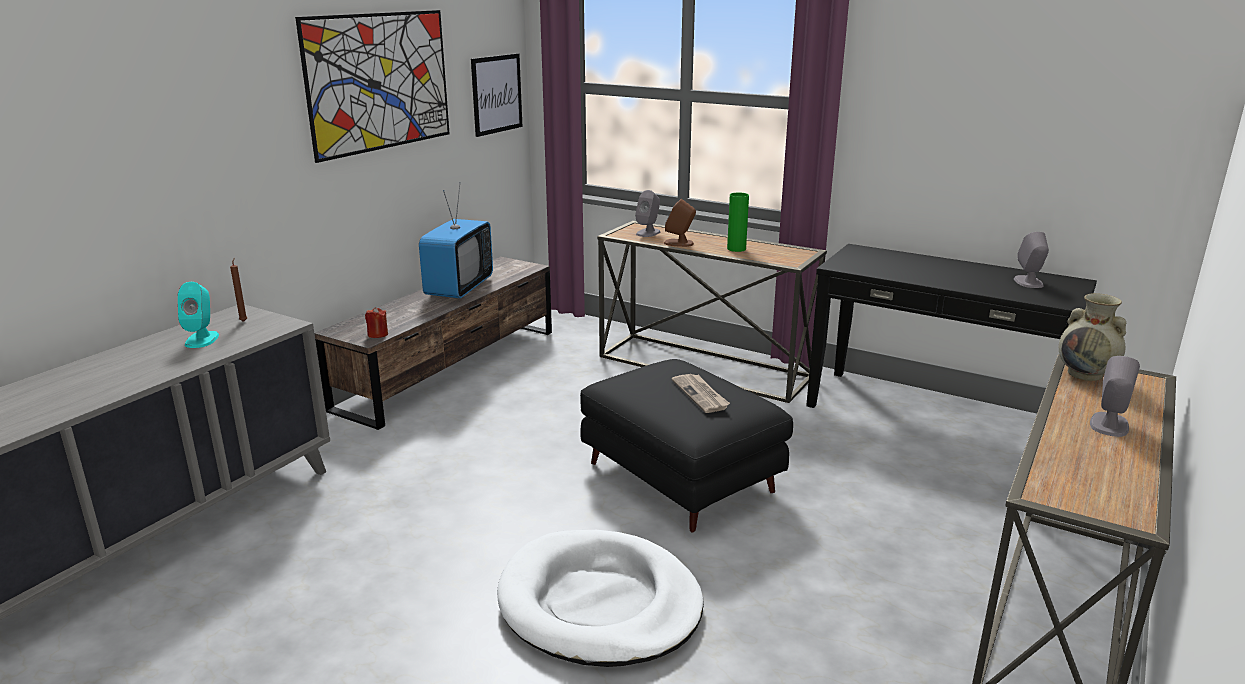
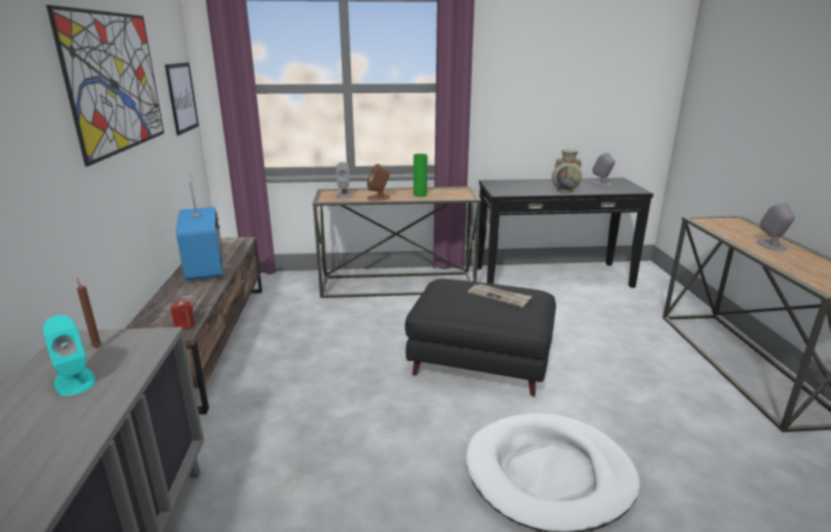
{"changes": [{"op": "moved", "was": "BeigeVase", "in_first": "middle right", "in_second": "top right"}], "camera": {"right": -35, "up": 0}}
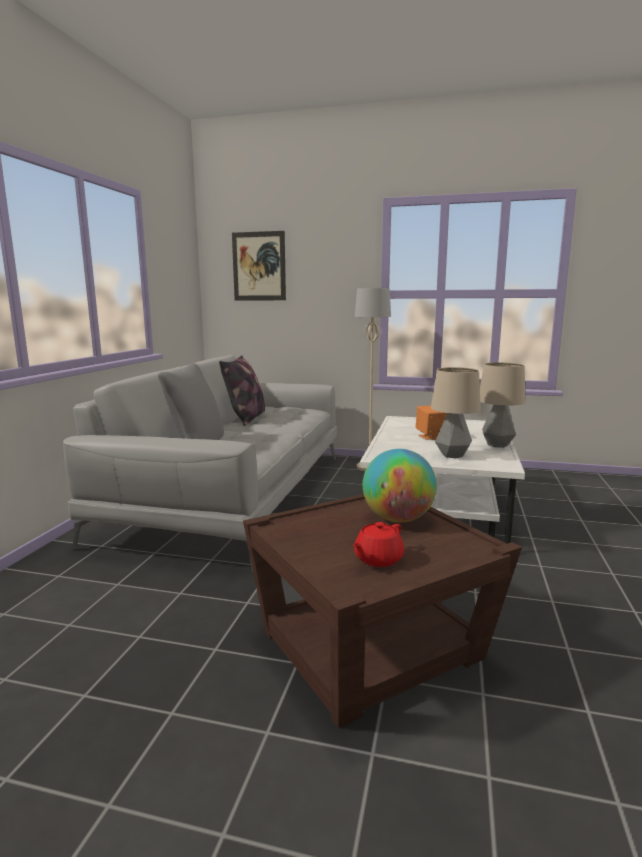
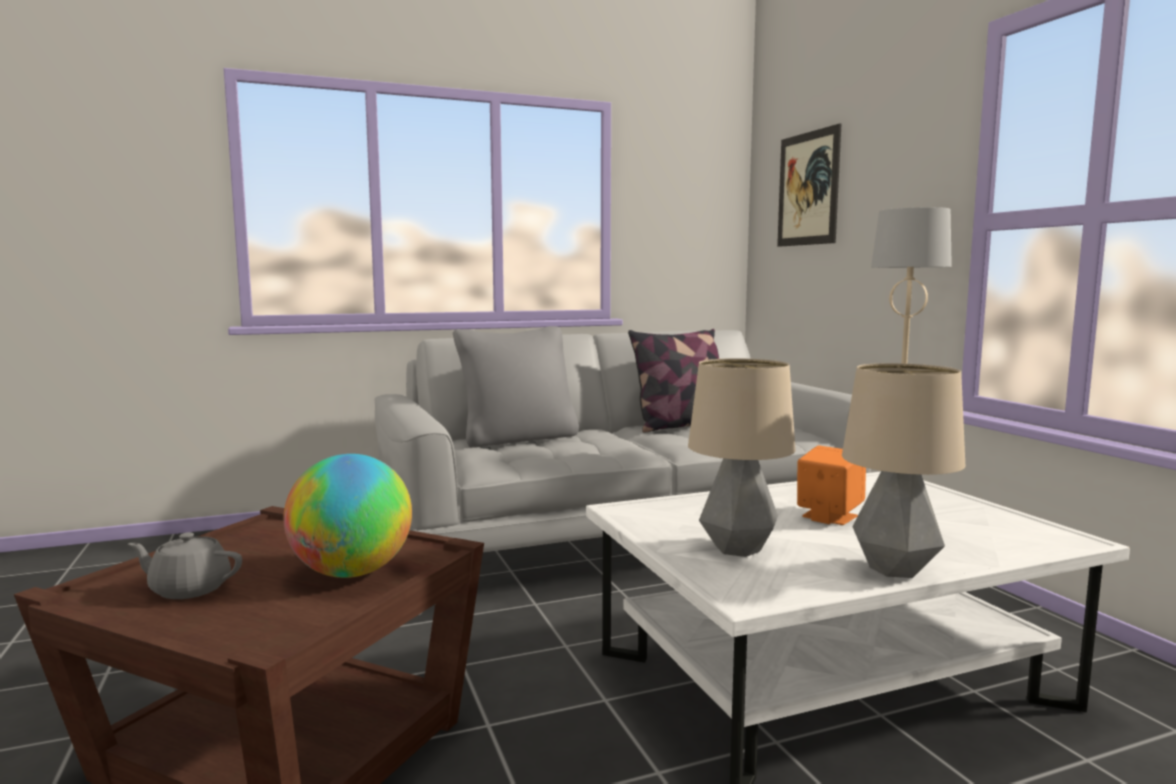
{"changes": [{"op": "recoloured", "was": "RedTeapot", "now": "GreyTeapot", "in_first": "centre", "in_second": "bottom left"}], "camera": {"right": 55, "up": -5}}
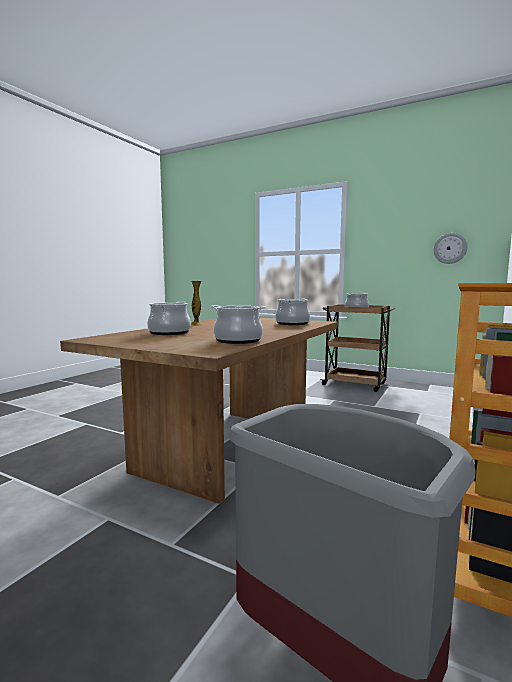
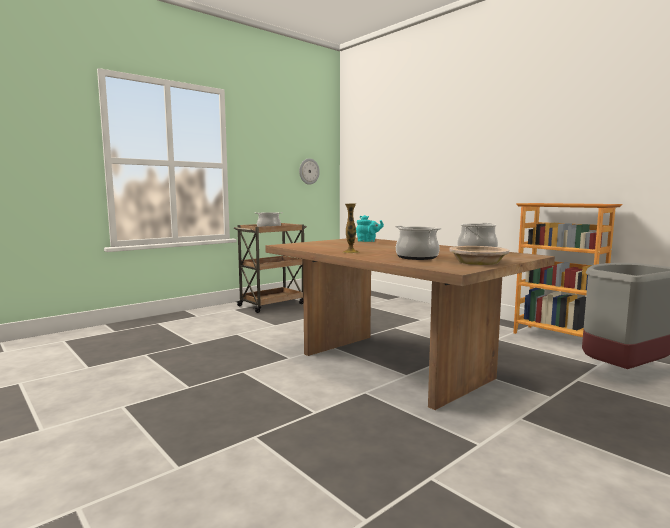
{"changes": [{"op": "replaced", "was": "CookingPot (3rd from left)", "now": "TurquoiseTeapot", "in_first": "centre", "in_second": "centre"}, {"op": "added", "now": "BeigeBowl", "in_second": "middle right"}], "camera": {"right": -70, "up": 0}}
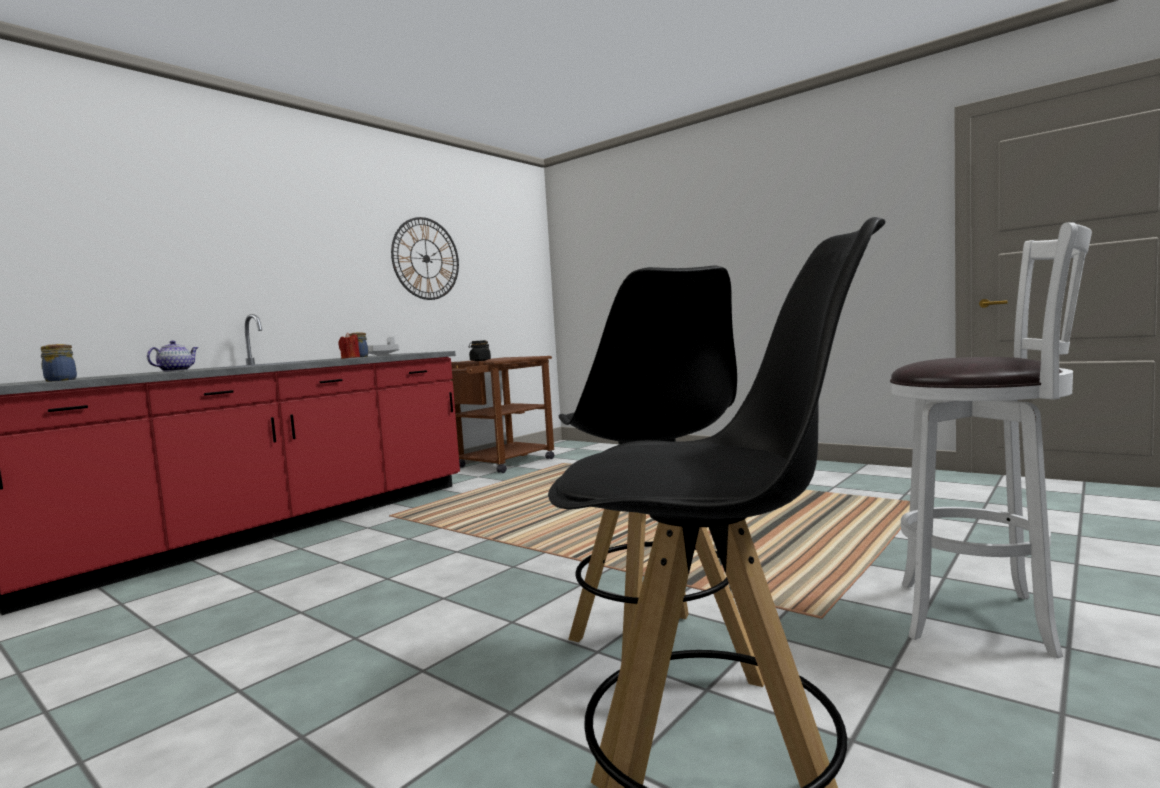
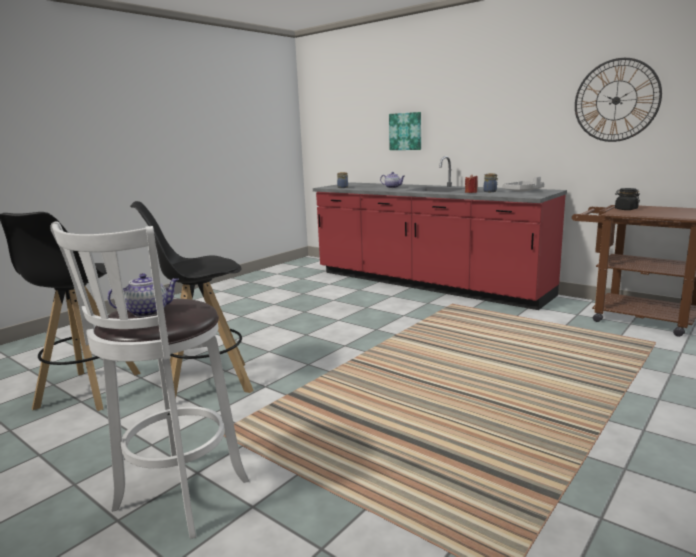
{"changes": [{"op": "added", "now": "Teapot (1st from left)", "in_second": "middle left"}, {"op": "added", "now": "Picture", "in_second": "top centre"}], "camera": {"right": 90, "up": 10}}
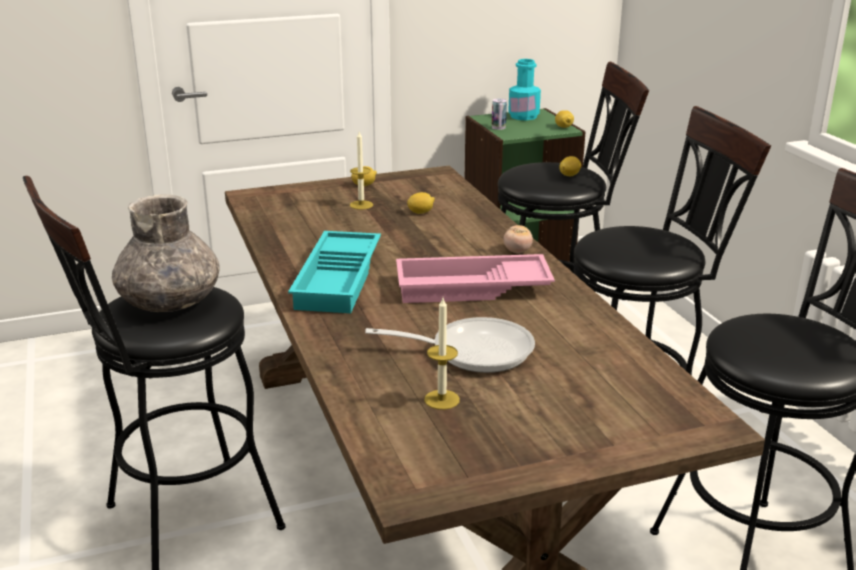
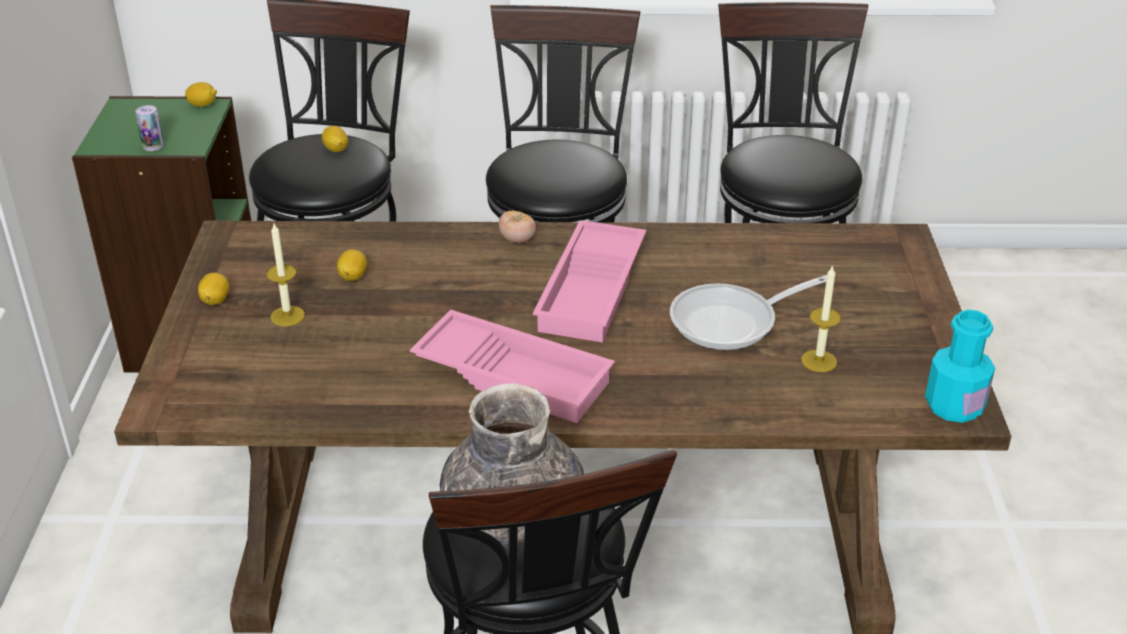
{"changes": [{"op": "recoloured", "was": "TurquoiseTray", "now": "PinkTray (1st from left)", "in_first": "centre", "in_second": "centre"}, {"op": "turned", "was": "FryingPan", "in_first": "centre", "in_second": "centre", "clockwise": -135}, {"op": "moved", "was": "TurquoiseBottle", "in_first": "top centre", "in_second": "middle right"}], "camera": {"right": -70, "up": 10}}
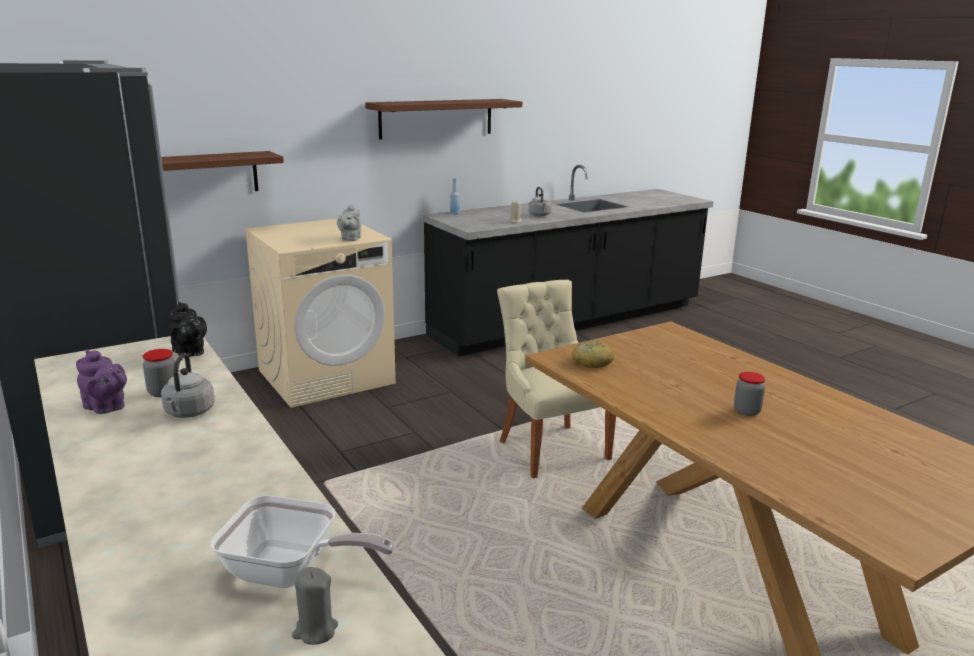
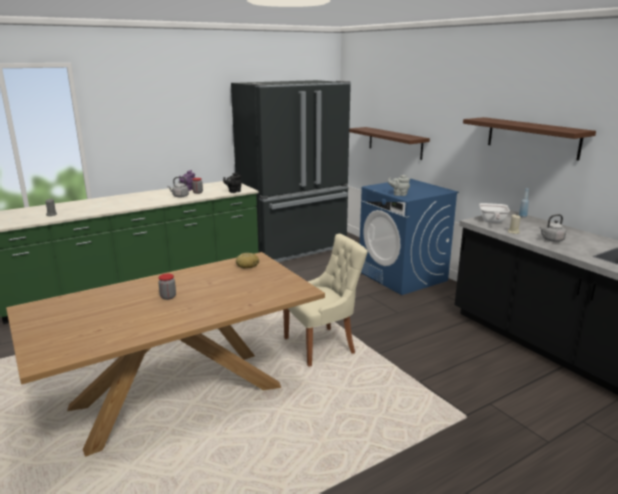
{"changes": [{"op": "moved", "was": "FryingPan", "in_first": "bottom left", "in_second": "middle right"}, {"op": "recoloured", "was": "BeigeWashingMachine", "now": "BlueWashingMachine", "in_first": "middle left", "in_second": "centre"}], "camera": {"right": 90, "up": 0}}
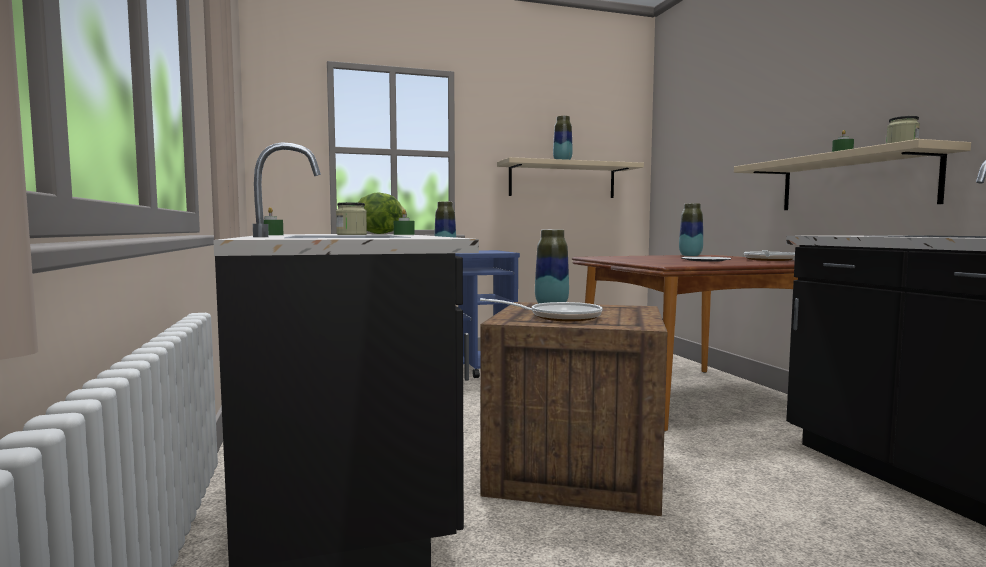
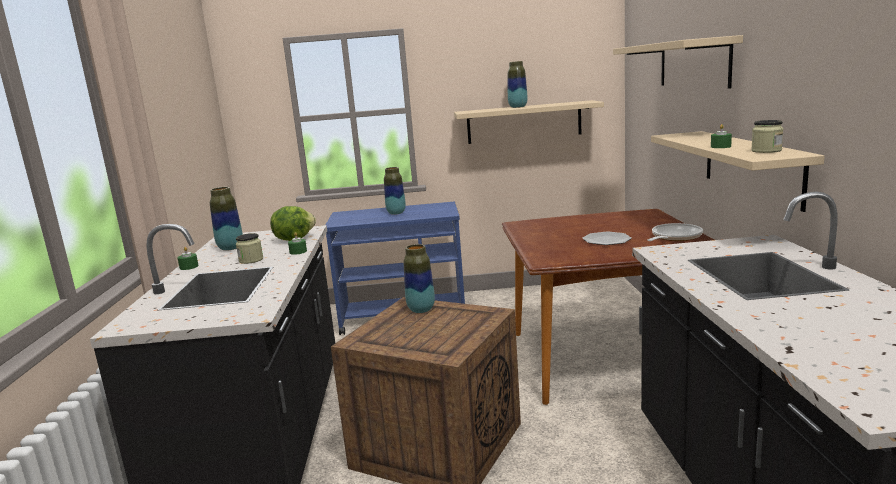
{"changes": [{"op": "removed", "was": "FryingPan (1st from left)", "in_first": "centre"}, {"op": "moved", "was": "Vase (4th from left in the first image)", "now": "Vase (1st from left)", "in_first": "middle right", "in_second": "middle left"}, {"op": "added", "now": "BeigeShelf (2nd from left)", "in_second": "top right"}], "camera": {"right": 15, "up": 10}}
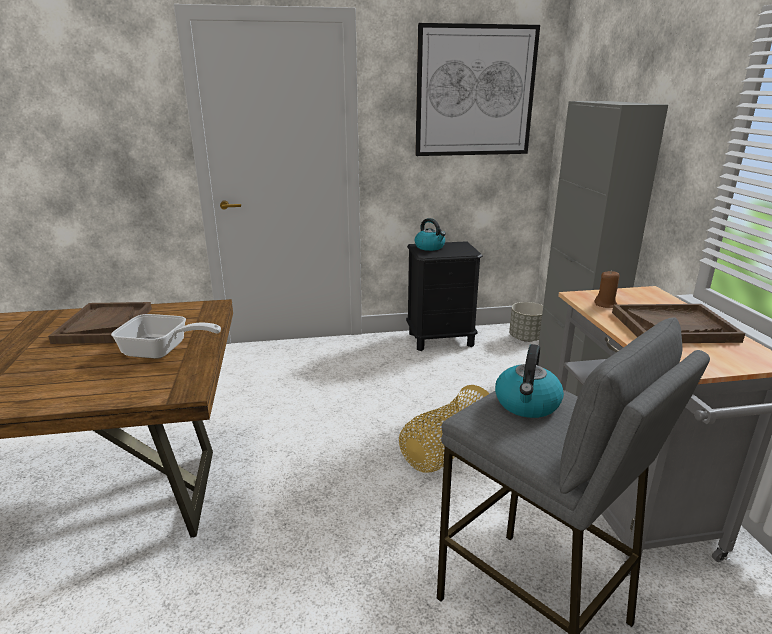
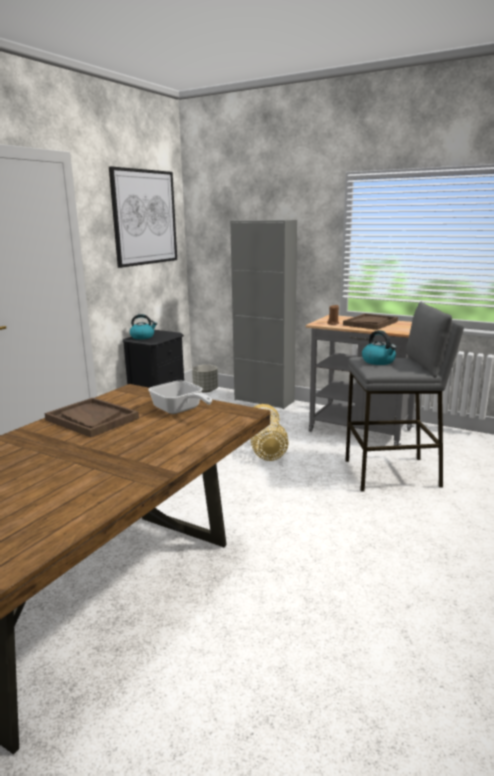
{"changes": [{"op": "turned", "was": "FryingPan", "in_first": "middle left", "in_second": "centre", "clockwise": 90}], "camera": {"right": -50, "up": -5}}
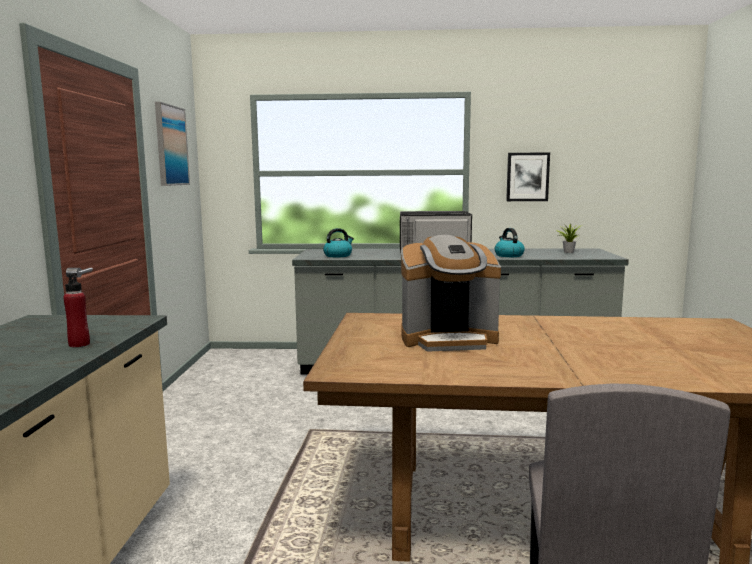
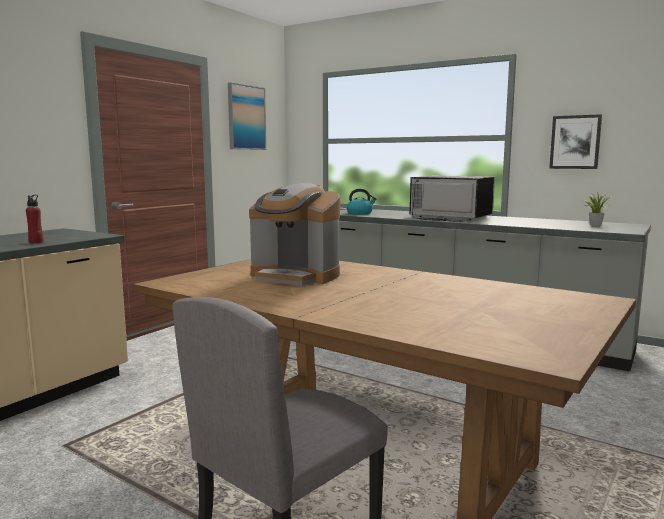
{"changes": [{"op": "removed", "was": "Kettle (2nd from left)", "in_first": "middle right"}], "camera": {"right": 30, "up": 0}}
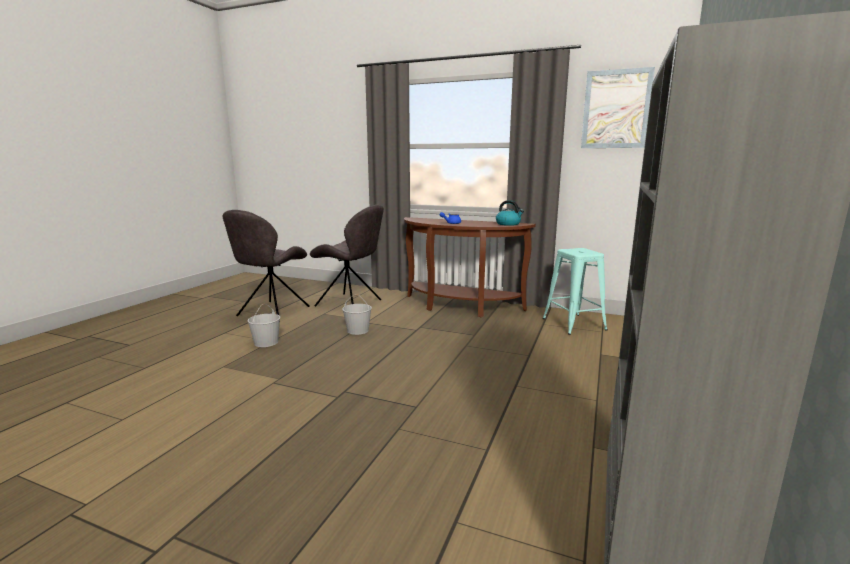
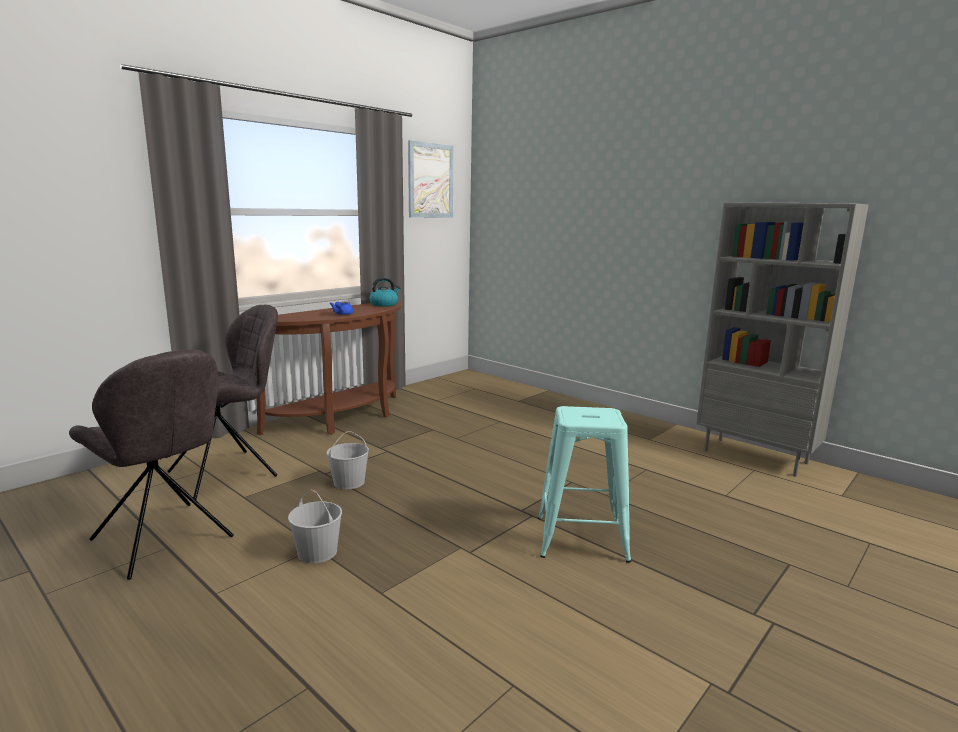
{"changes": [{"op": "moved", "was": "TurquoiseStool", "in_first": "middle right", "in_second": "centre"}], "camera": {"right": -70, "up": 0}}
